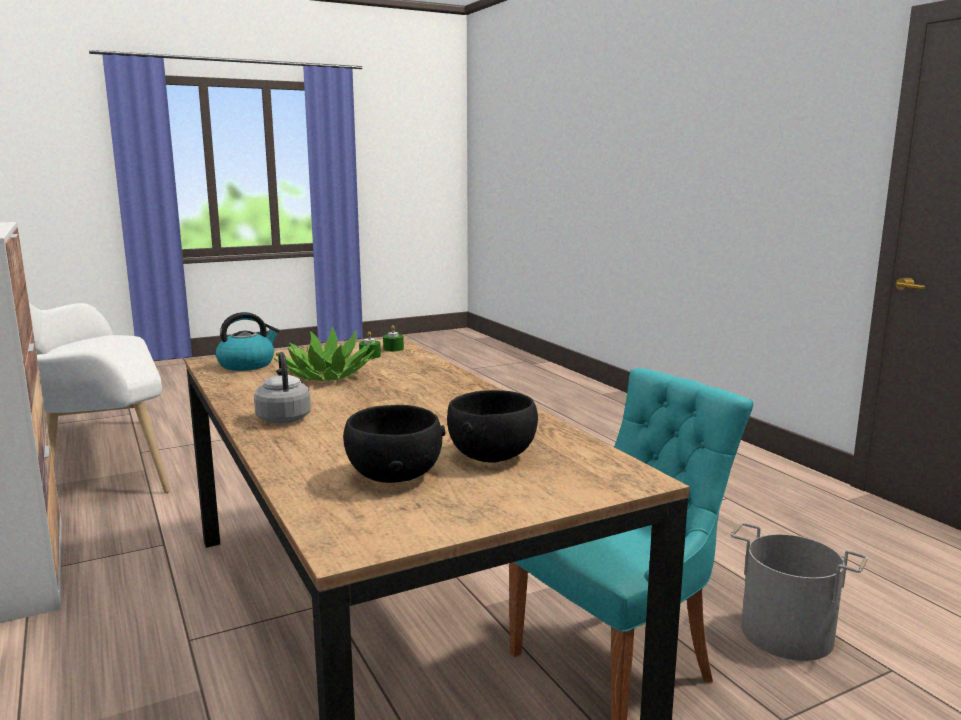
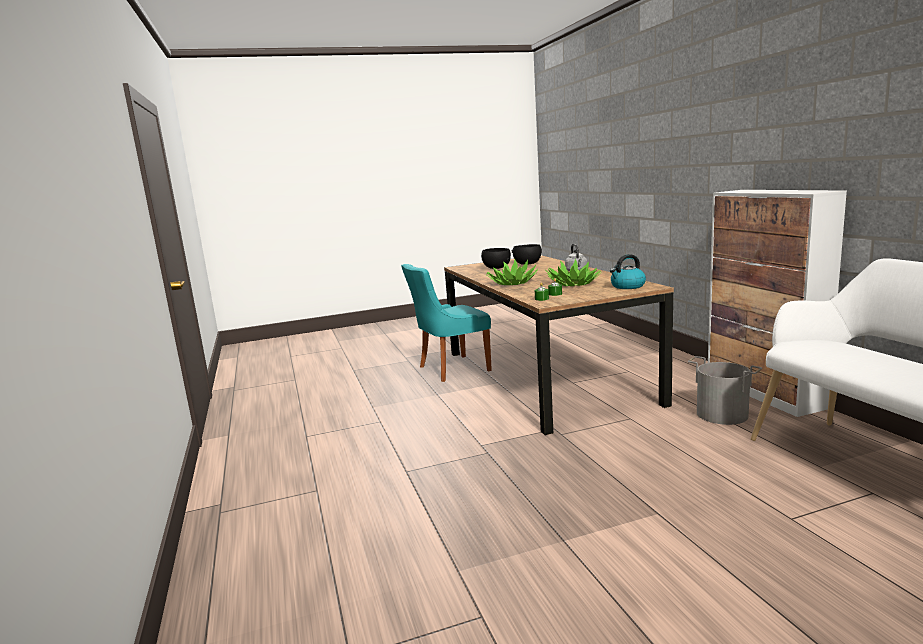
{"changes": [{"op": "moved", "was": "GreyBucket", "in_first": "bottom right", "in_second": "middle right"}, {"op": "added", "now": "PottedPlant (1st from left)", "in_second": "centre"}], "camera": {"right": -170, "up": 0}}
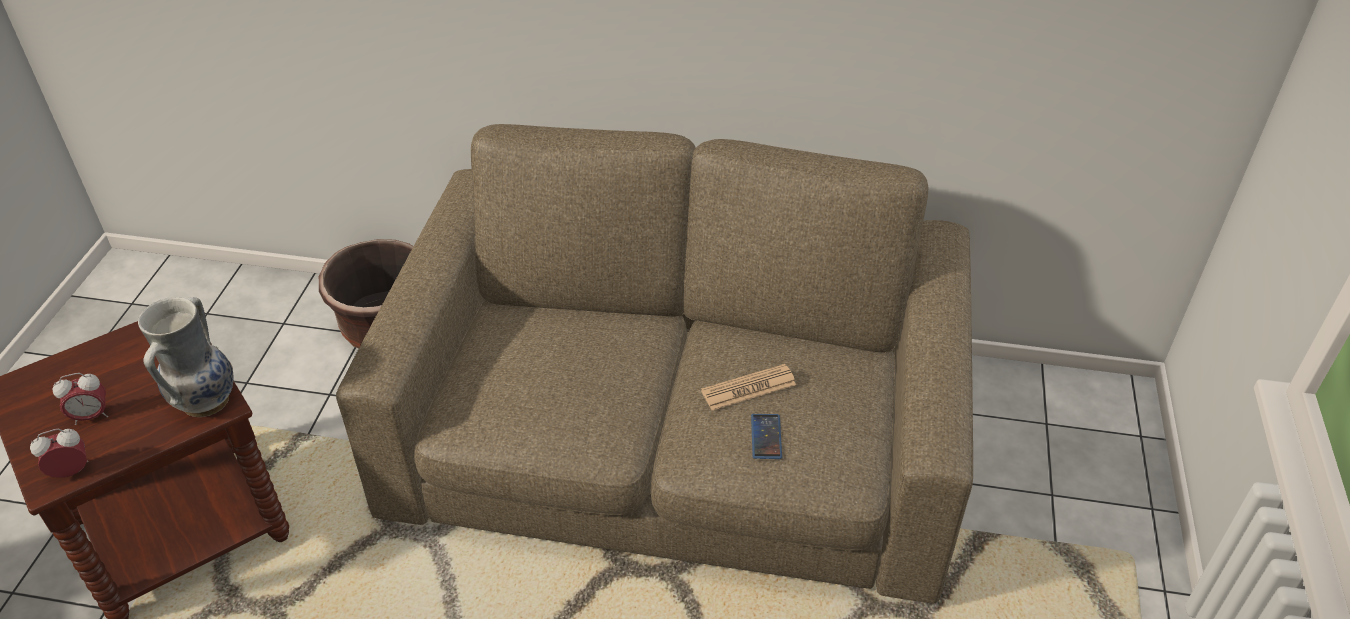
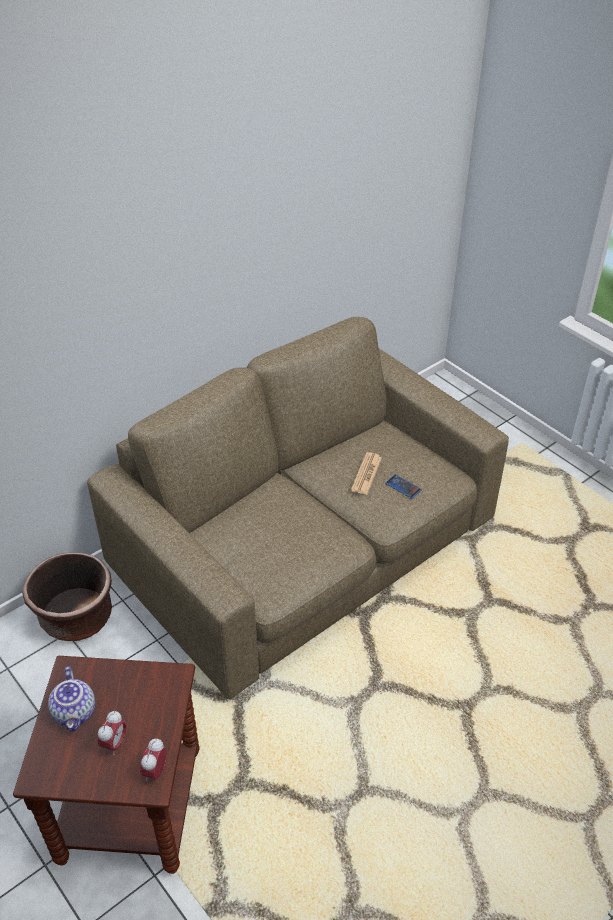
{"changes": [{"op": "removed", "was": "Vase", "in_first": "middle left"}, {"op": "added", "now": "Teapot", "in_second": "bottom left"}], "camera": {"right": -50, "up": 0}}
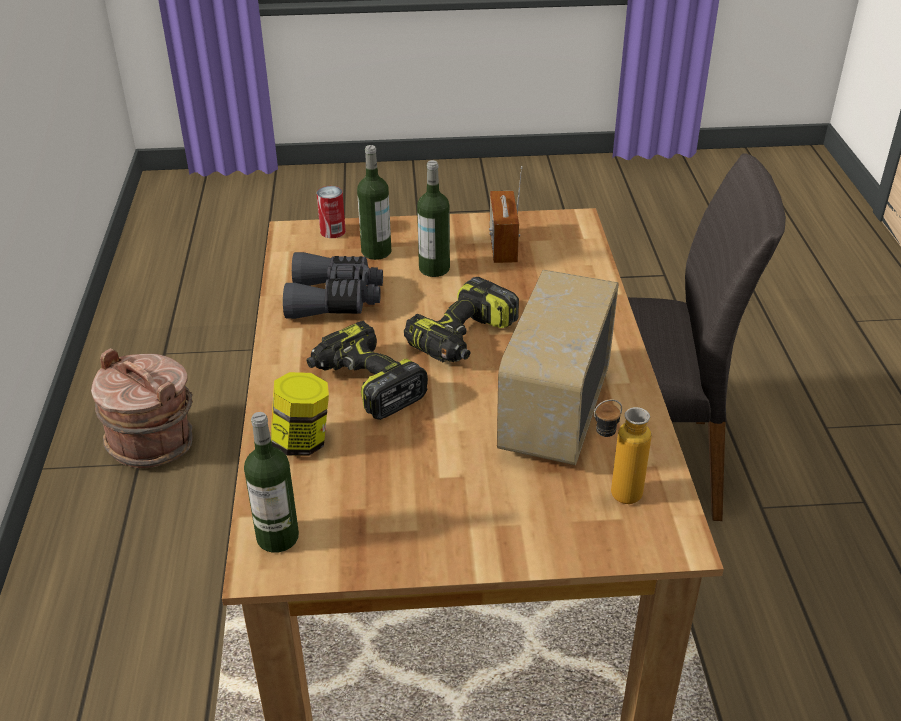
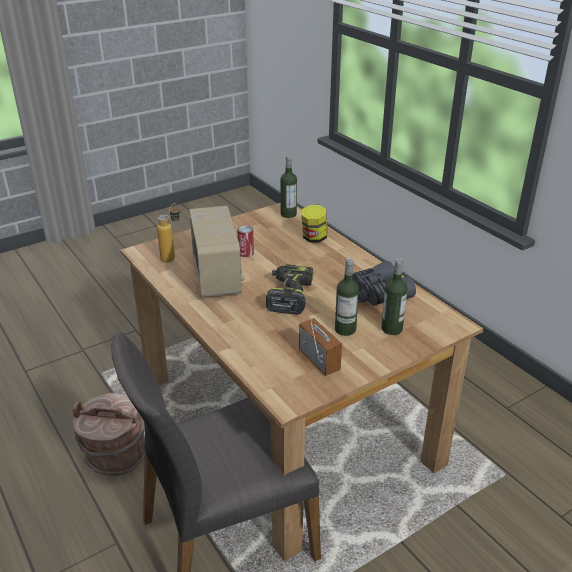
{"changes": [{"op": "moved", "was": "BrownBucket", "in_first": "middle left", "in_second": "bottom left"}, {"op": "removed", "was": "PowerDrill (1st from left)", "in_first": "centre"}, {"op": "moved", "was": "Can", "in_first": "top centre", "in_second": "centre"}], "camera": {"right": 150, "up": -5}}
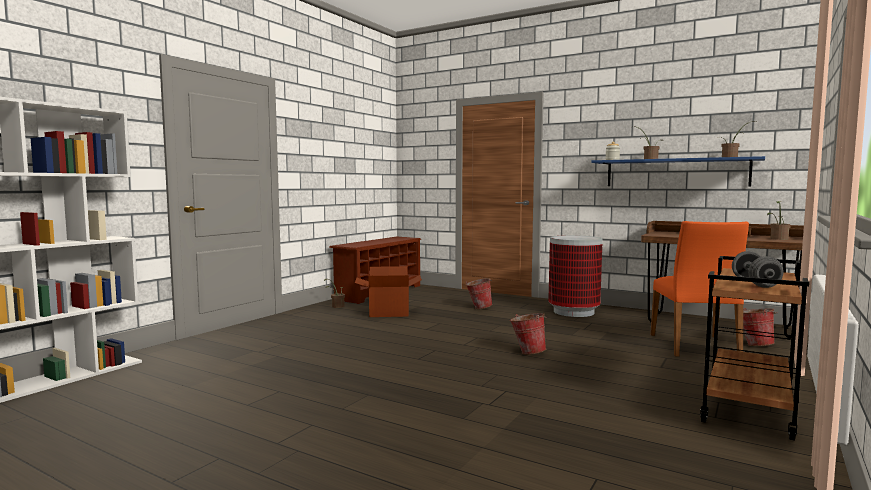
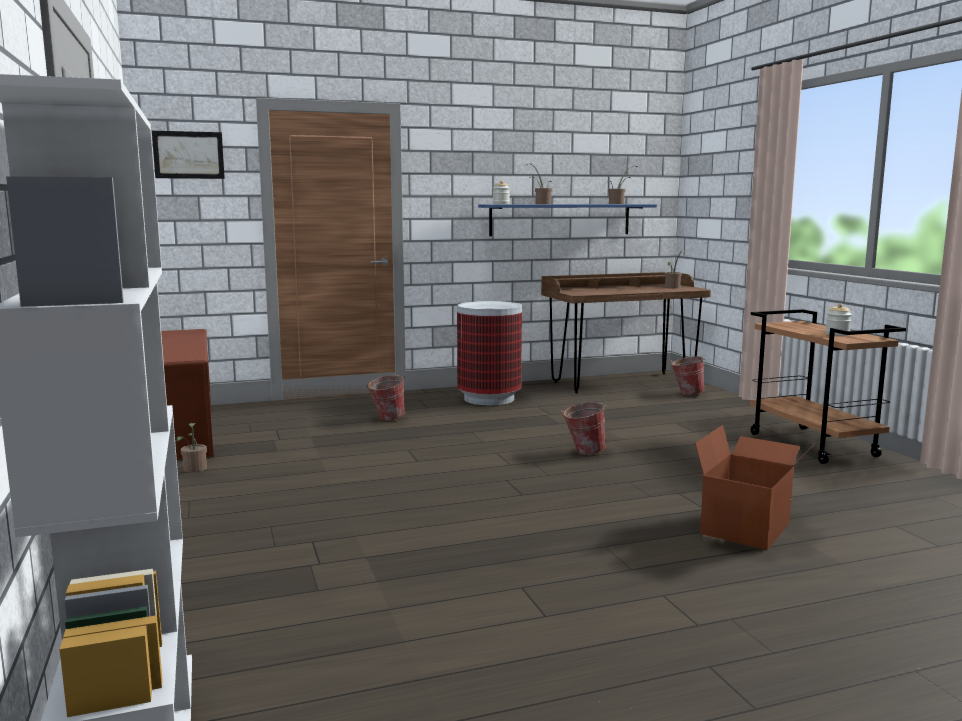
{"changes": [{"op": "moved", "was": "CardboardBox", "in_first": "centre", "in_second": "bottom right"}, {"op": "removed", "was": "OrangeChair", "in_first": "middle right"}, {"op": "replaced", "was": "GreyDumbbell", "now": "Jar (2nd from left)", "in_first": "middle right", "in_second": "middle right"}, {"op": "added", "now": "Picture", "in_second": "top left"}], "camera": {"right": -50, "up": 5}}
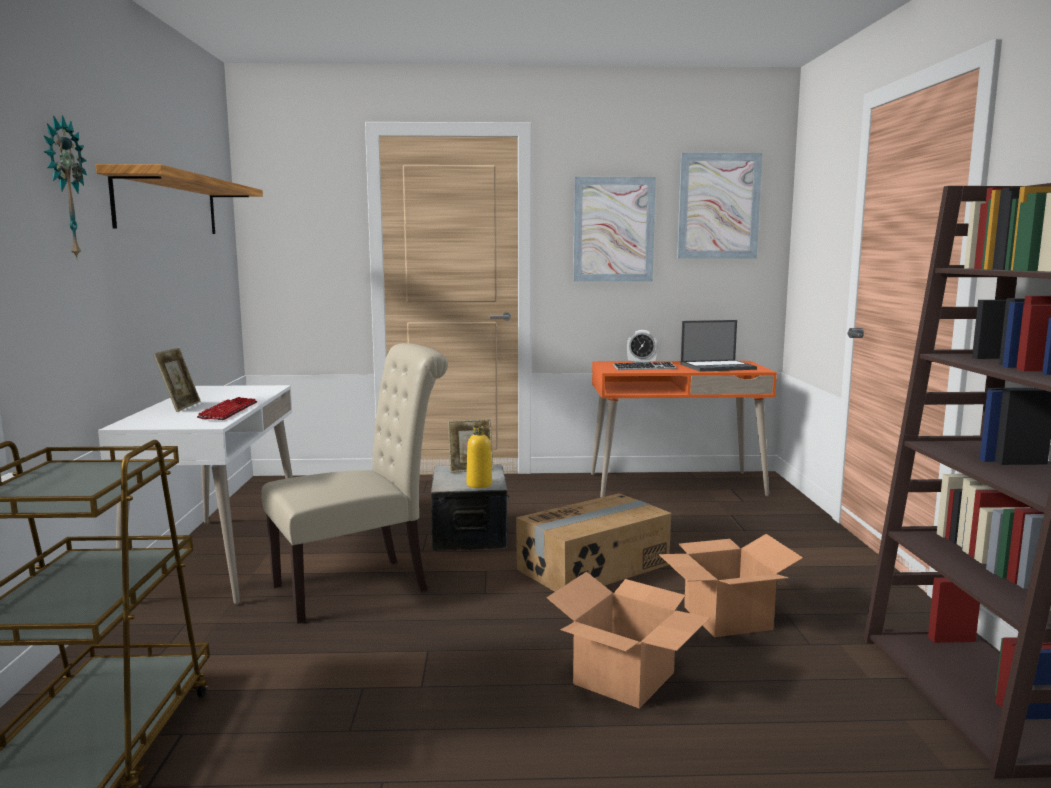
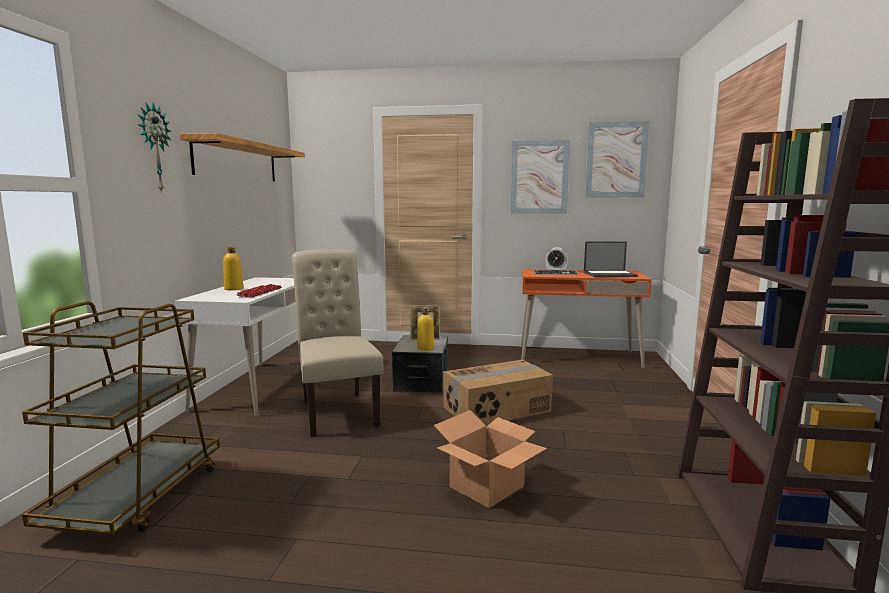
{"changes": [{"op": "replaced", "was": "PictureFrame (1st from left)", "now": "YellowBottle (1st from left)", "in_first": "middle left", "in_second": "middle left"}, {"op": "turned", "was": "BeigeChair", "in_first": "centre", "in_second": "centre", "clockwise": -90}, {"op": "removed", "was": "CardboardBox (3rd from left)", "in_first": "bottom right"}], "camera": {"right": 10, "up": 0}}
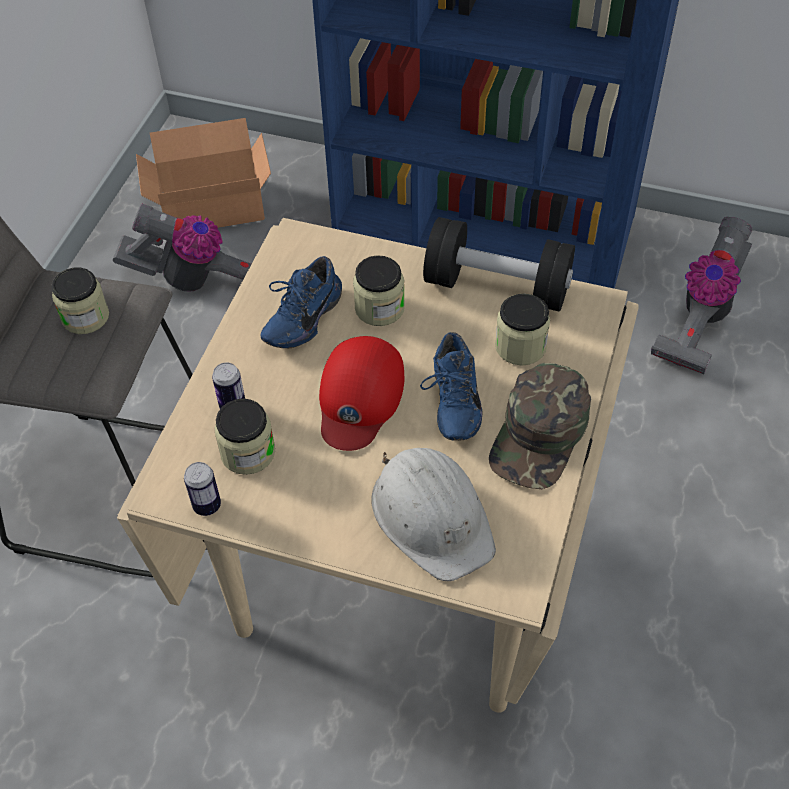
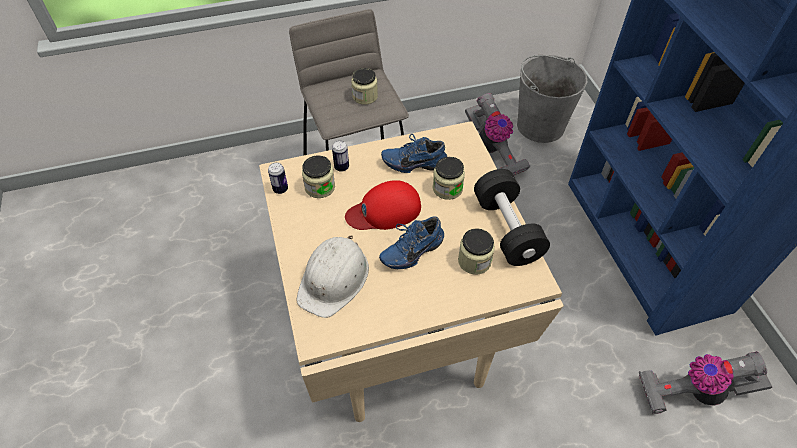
{"changes": [{"op": "replaced", "was": "CardboardBox", "now": "GreyBucket", "in_first": "top left", "in_second": "top right"}, {"op": "removed", "was": "GreenCap", "in_first": "middle right"}], "camera": {"right": 55, "up": 0}}
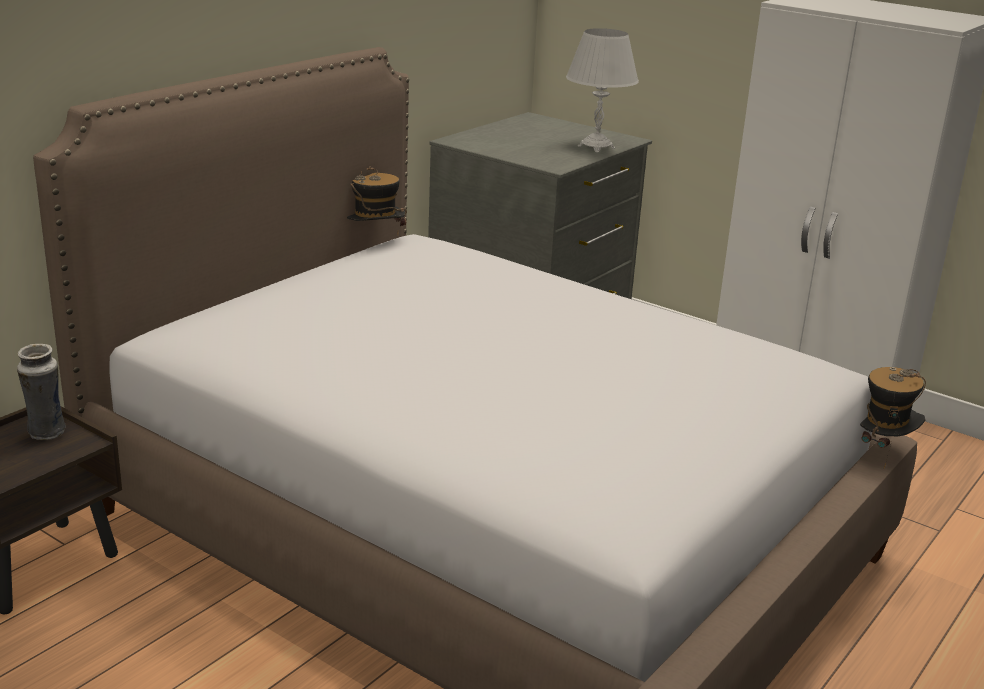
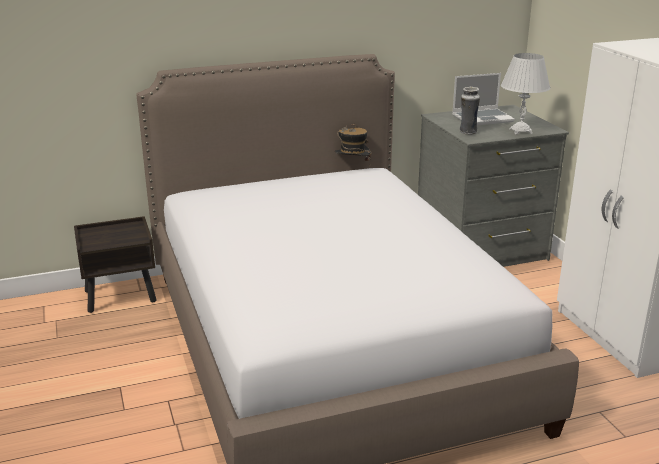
{"changes": [{"op": "moved", "was": "Vase", "in_first": "middle left", "in_second": "top right"}, {"op": "removed", "was": "Hat (2nd from left)", "in_first": "middle right"}, {"op": "added", "now": "Laptop", "in_second": "top right"}], "camera": {"right": 35, "up": 0}}
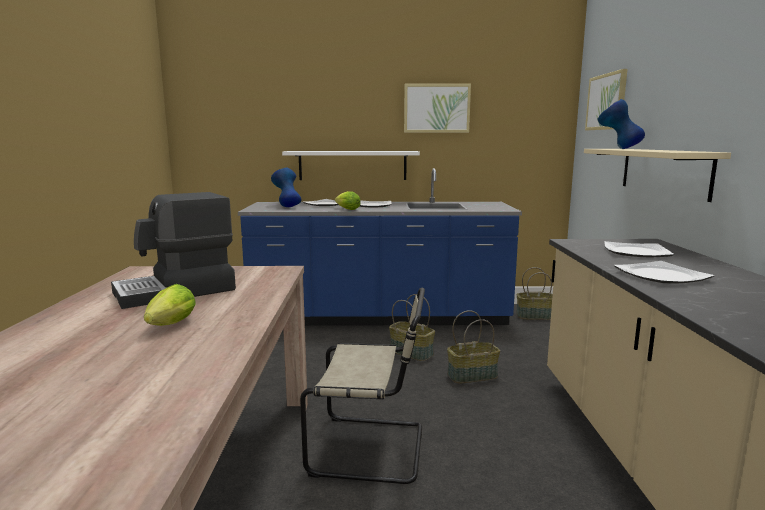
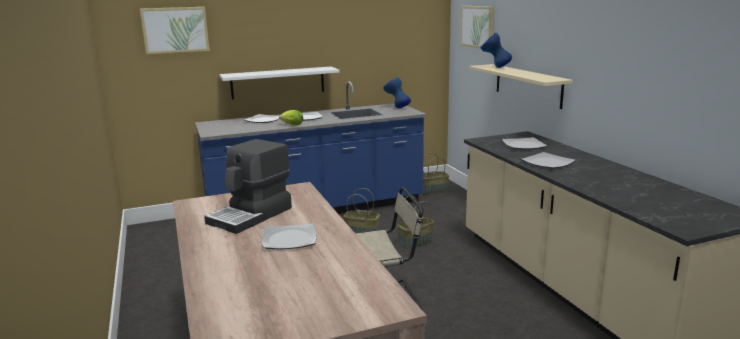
{"changes": [{"op": "replaced", "was": "Lettuce (1st from left)", "now": "Plate (2nd from left)", "in_first": "middle left", "in_second": "bottom centre"}, {"op": "moved", "was": "BlueVase (1st from left)", "in_first": "centre", "in_second": "top centre"}, {"op": "moved", "was": "Picture (1st from left)", "in_first": "top centre", "in_second": "top left"}], "camera": {"right": -20, "up": 5}}
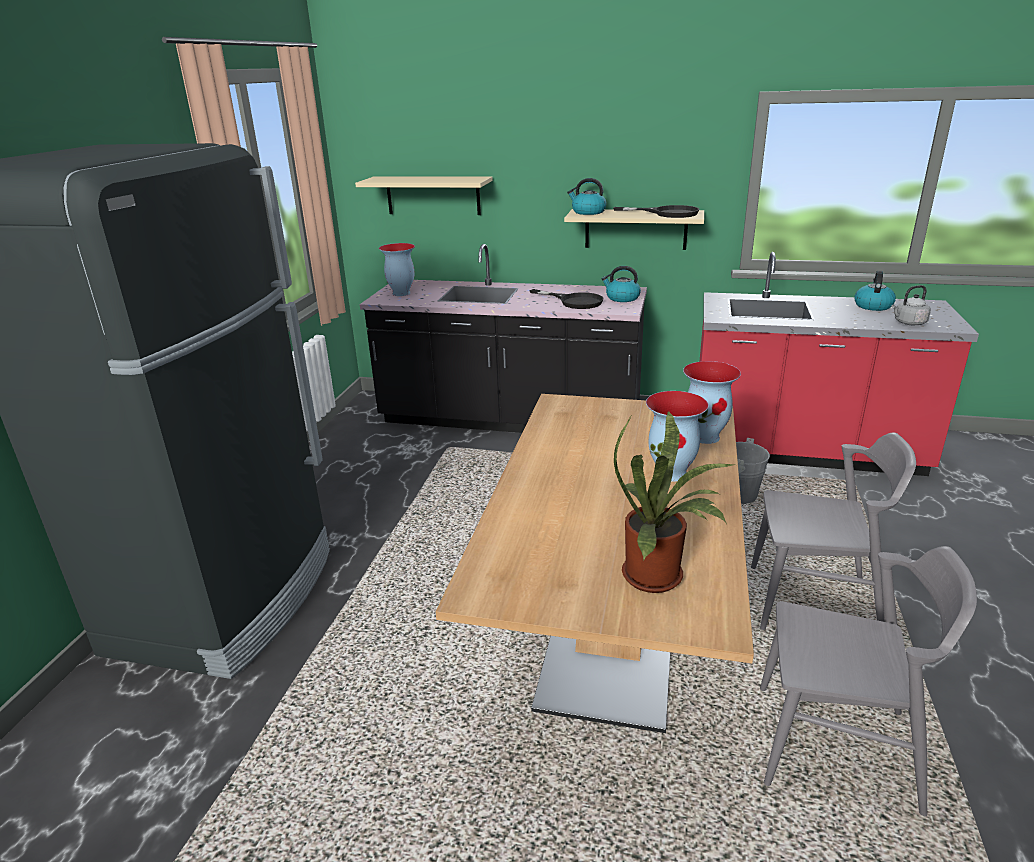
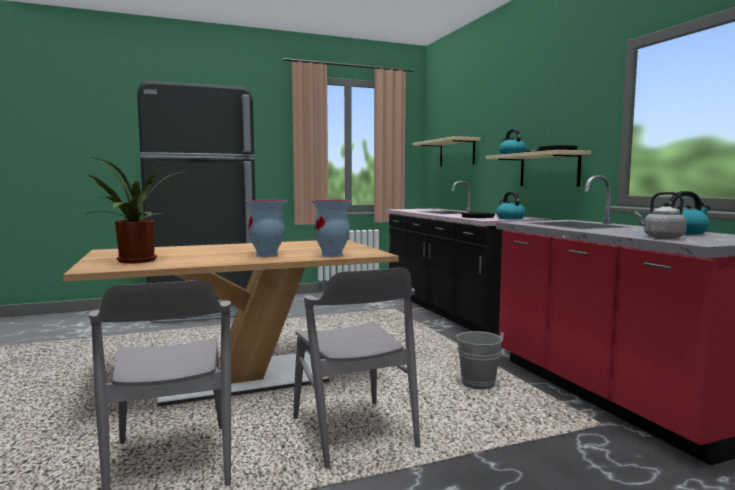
{"changes": [{"op": "removed", "was": "Vase (1st from left)", "in_first": "top centre"}], "camera": {"right": 55, "up": -20}}
